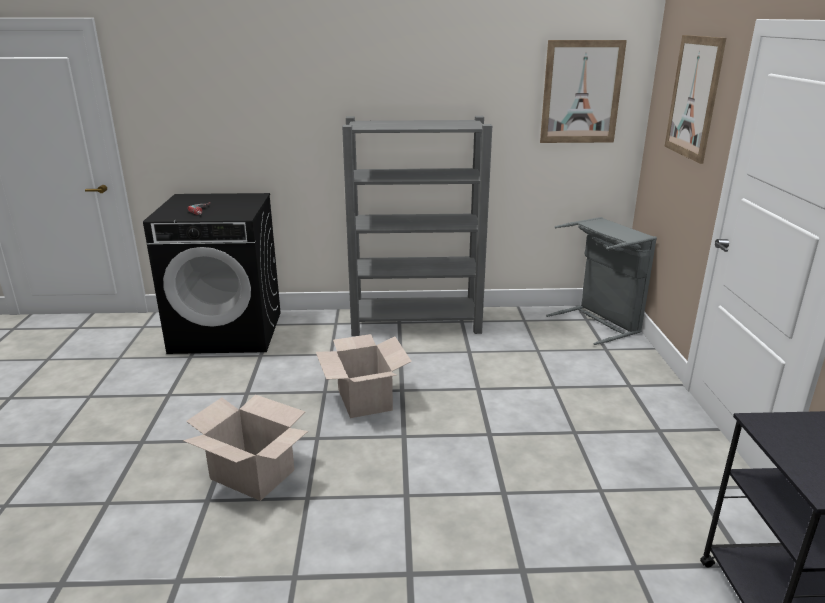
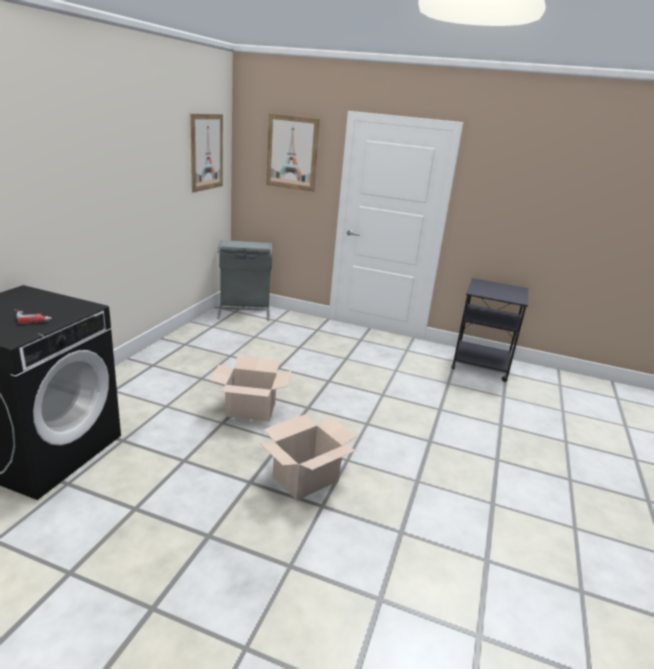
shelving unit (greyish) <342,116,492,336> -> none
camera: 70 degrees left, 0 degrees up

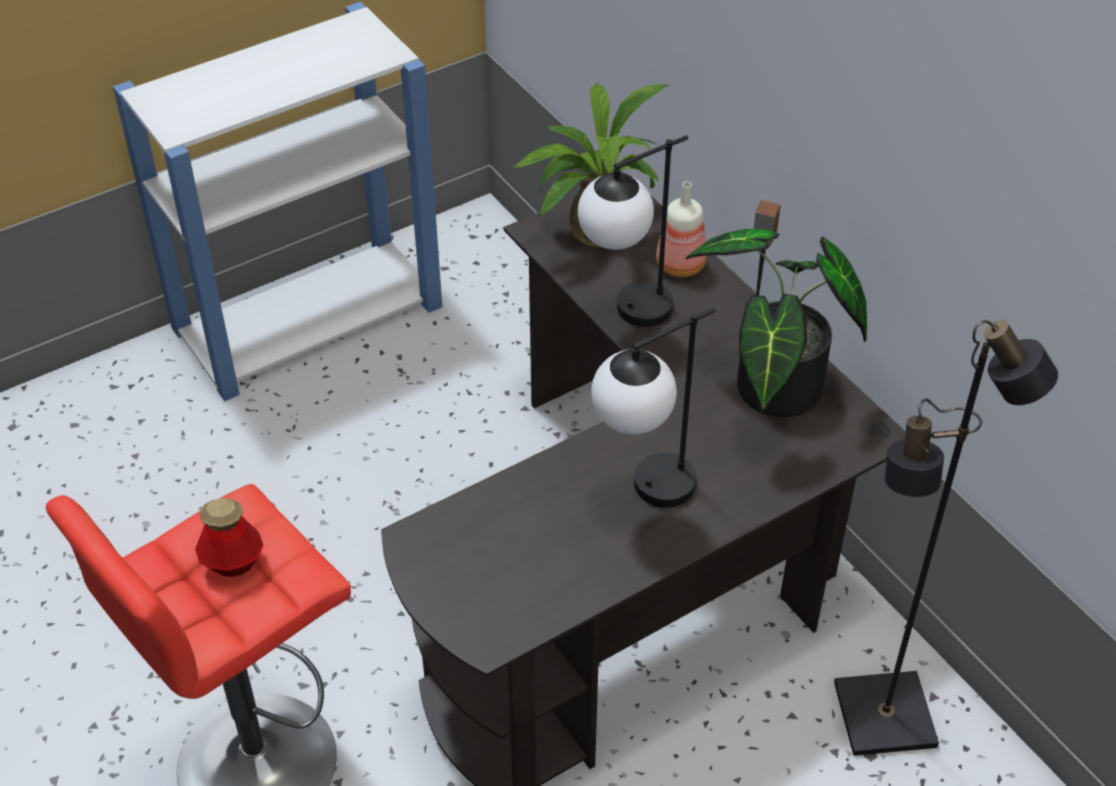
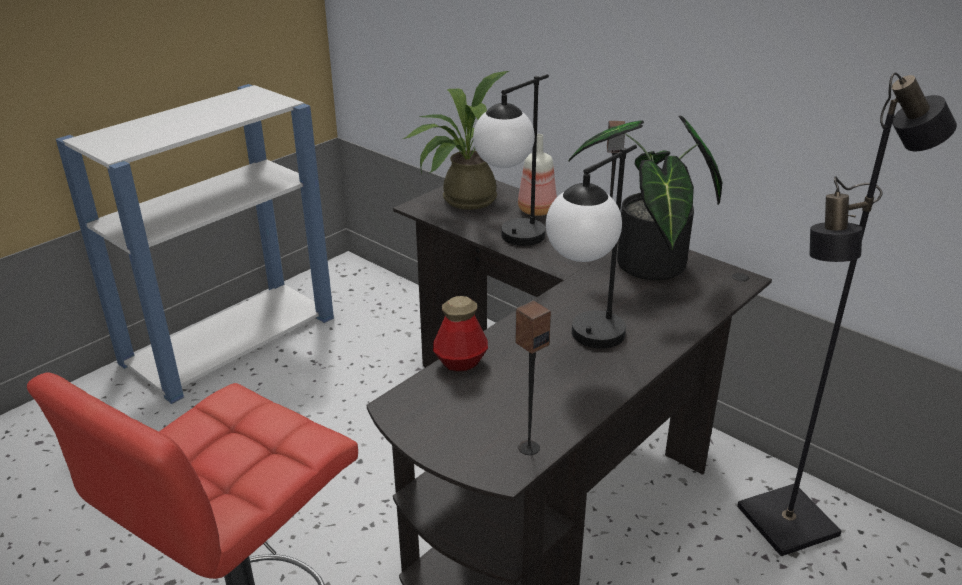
bottle <195,498,264,577> -> bottle <433,296,488,372>, move
none -> loudspeaker <515,301,551,455>
camera: 15 degrees left, 15 degrees down

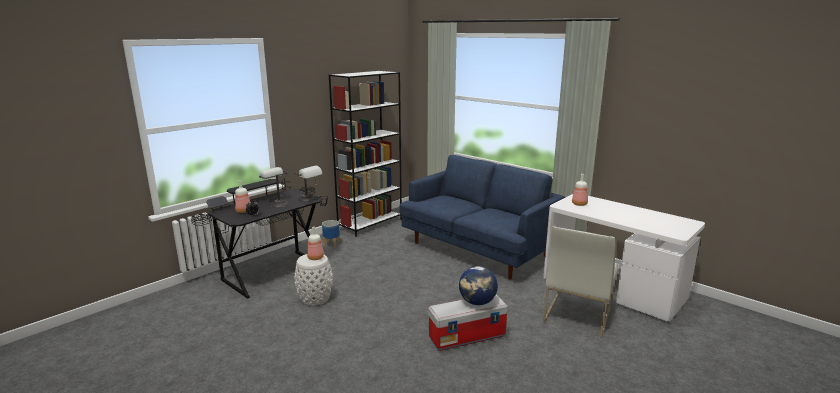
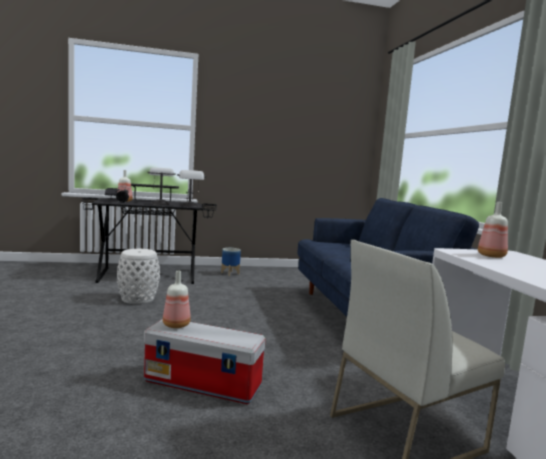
bottle <307,227,324,260> -> bottle <163,271,191,328>, move
shelving unit (whitish) <329,71,402,237> -> none
desk globe <459,266,498,305> -> none
camera: 35 degrees right, 10 degrees down

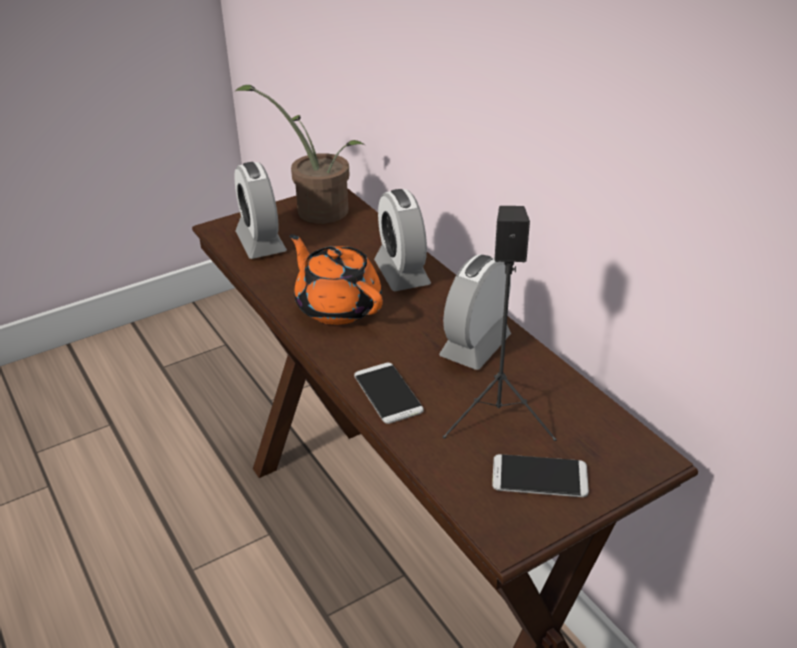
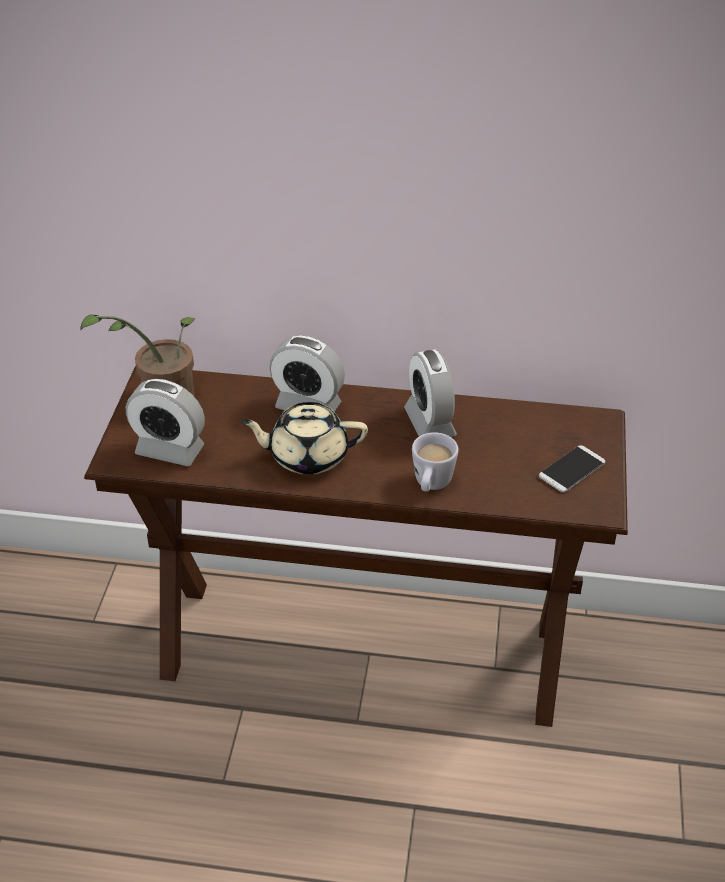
tea pot (orange) <290,234,383,325> -> tea pot (beige) <240,402,368,475>
phone <354,363,424,424> -> mug (whitish) <412,432,459,492>
loudspeaker (blackish) <443,206,557,441> -> none
camera: 50 degrees left, 5 degrees up

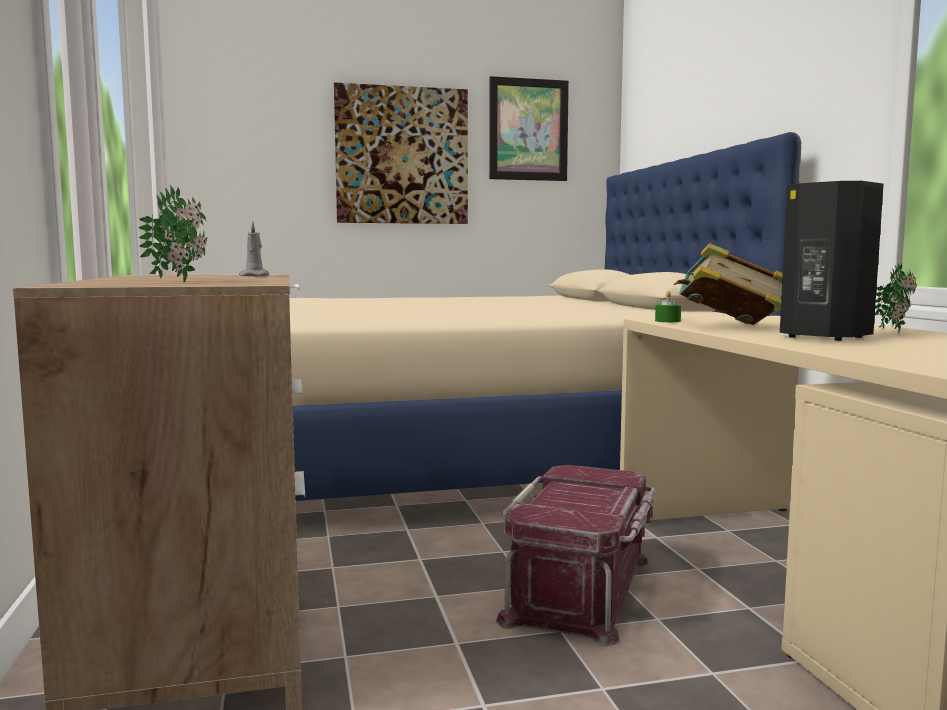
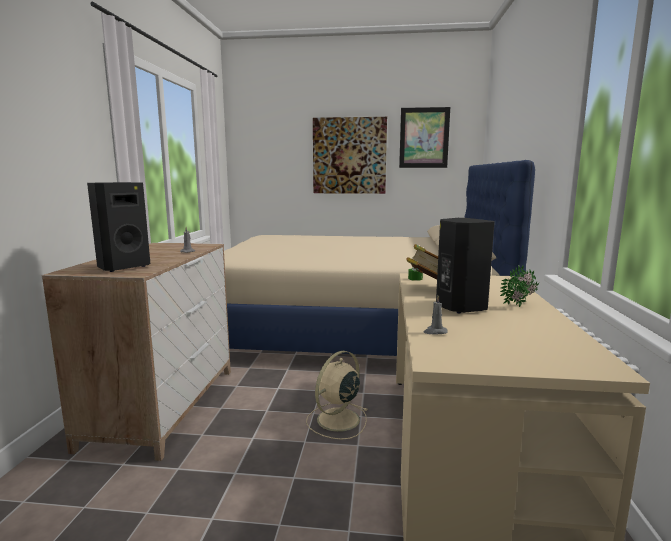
plant in a pot <138,185,207,283> -> loudspeaker (blackish) <87,182,150,272>
storage container (red) <496,465,655,646> -> cooling fan (beige) <306,351,368,440>
none -> wax candle (greyish) <424,296,448,334>
camera: 20 degrees right, 5 degrees up

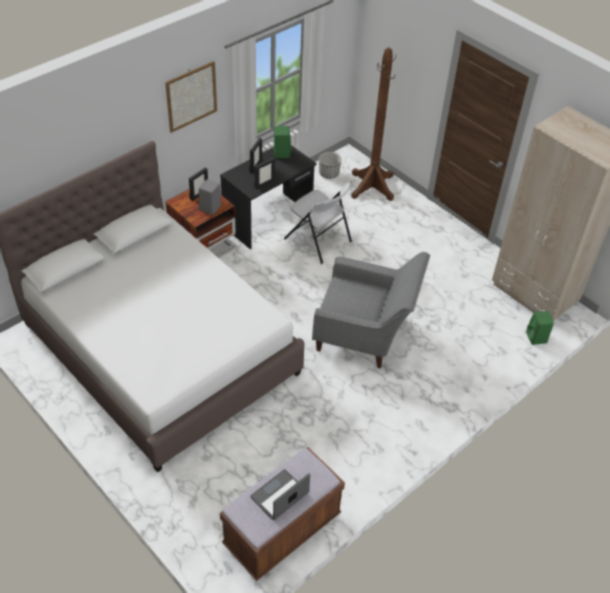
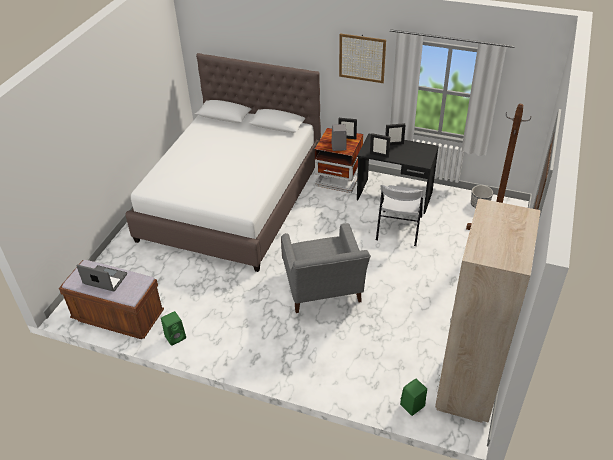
loudspeaker (green-coloured) <274,126,291,158> -> loudspeaker (green-coloured) <161,311,186,346>, move
camera: 65 degrees right, 5 degrees down

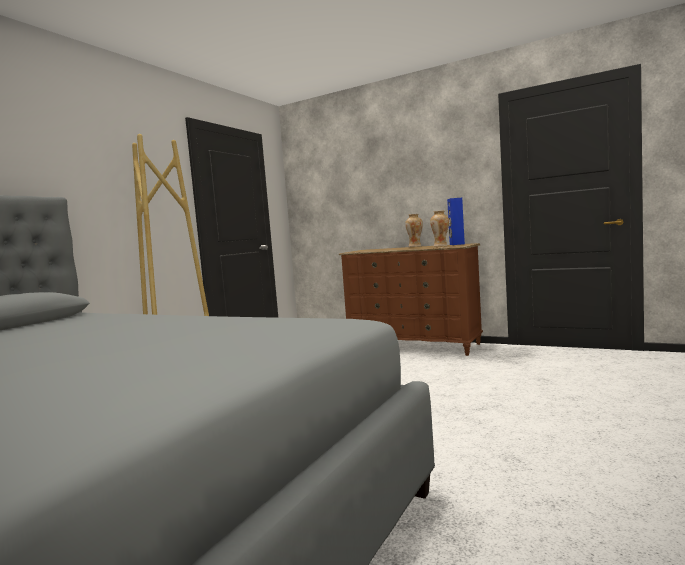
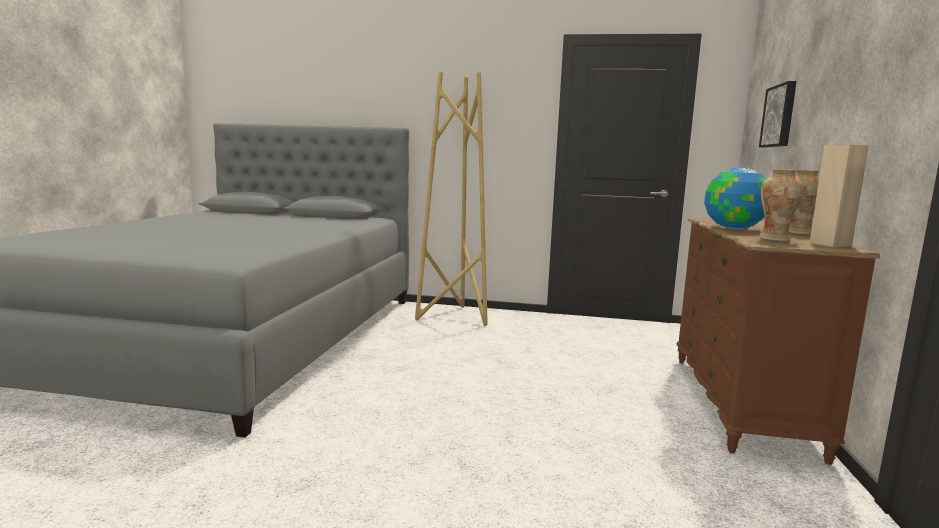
none -> desk globe <704,168,766,230>
none -> wall art <759,81,797,148>
loudspeaker (blue-coloured) <447,198,465,245> -> loudspeaker (beige) <809,145,869,247>
camera: 70 degrees right, 5 degrees up

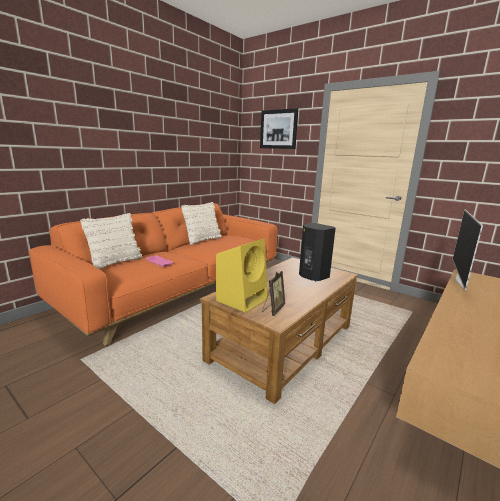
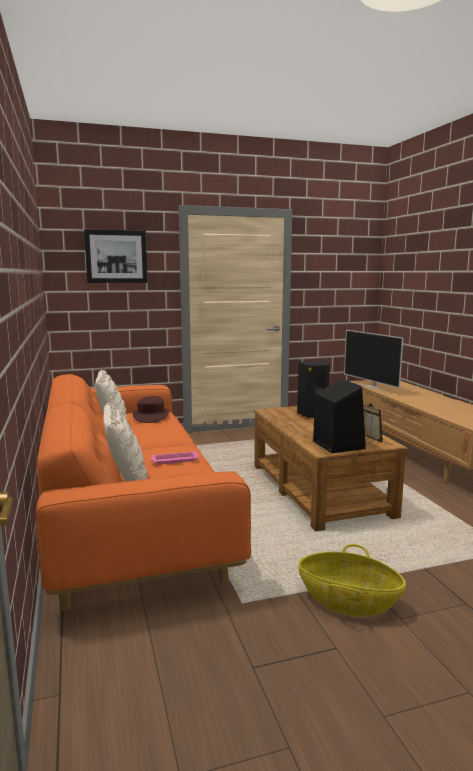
none -> clothing hat (brown) <133,396,169,423>
none -> storage basket <298,544,406,617>
loudspeaker (yellow) <216,238,268,313> -> loudspeaker (blackish) <313,379,366,453>
camera: 55 degrees left, 5 degrees down

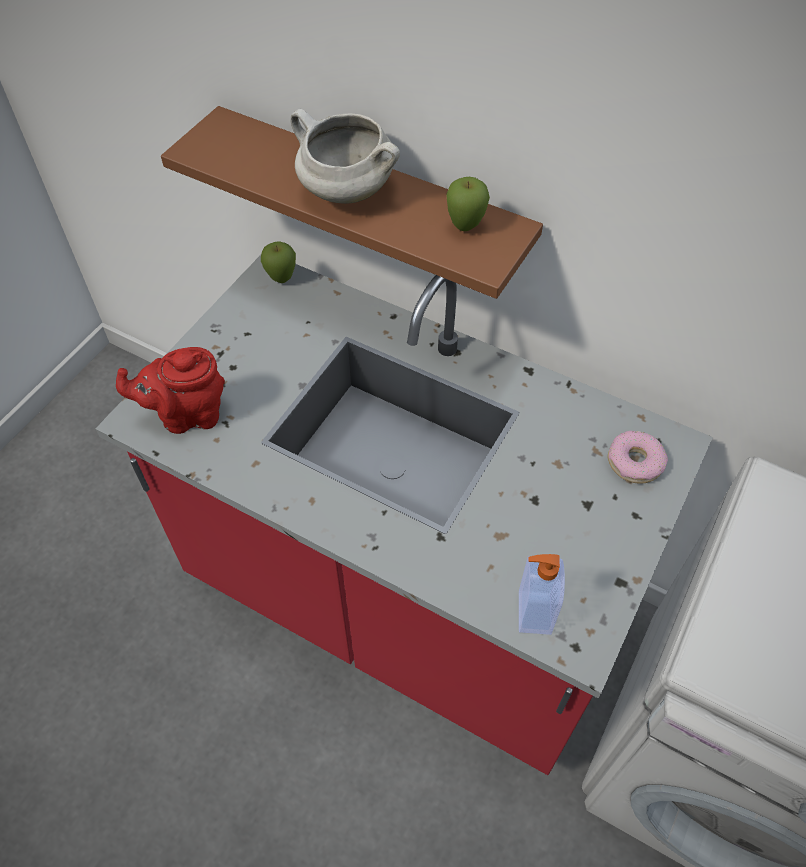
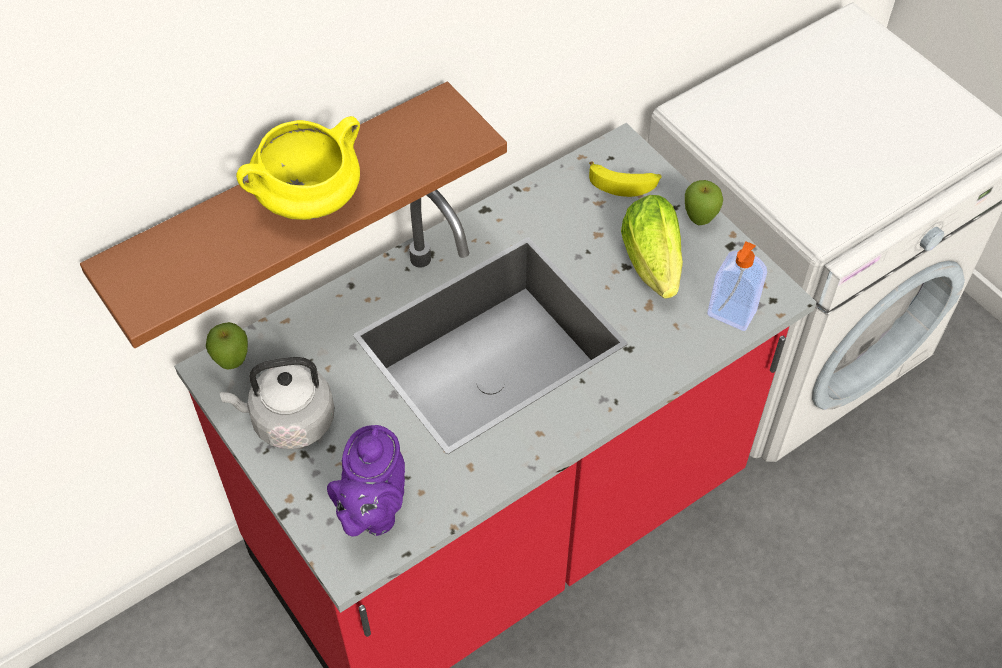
none -> tea kettle (greyish) <219,357,334,449>
stockpot (whitish) <290,109,400,204> -> stockpot (yellow) <236,116,360,220>
tea pot (red) <116,347,225,434> -> tea pot (purple) <327,425,405,536>
donut <607,431,668,484> -> banana <589,161,662,197>
none -> lettuce <621,195,683,299>
apple fruit <446,177,490,231> -> apple fruit <685,180,723,225>, move
camera: 65 degrees left, 0 degrees up

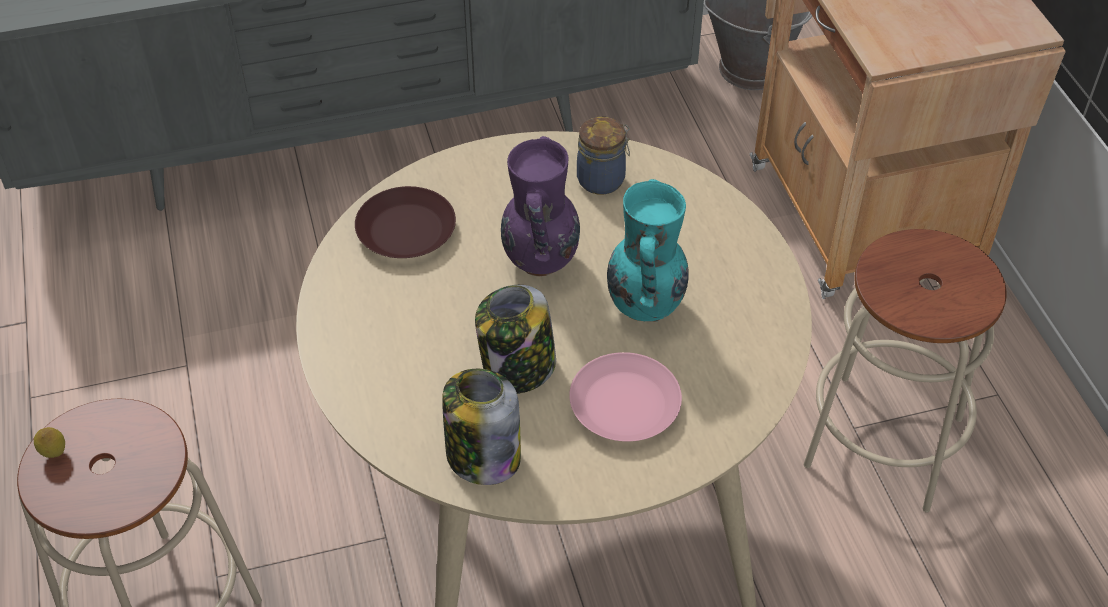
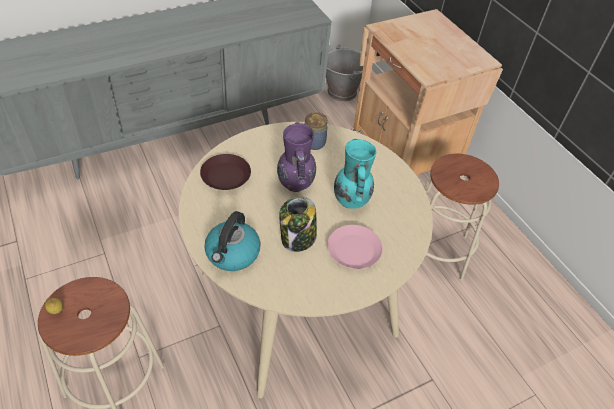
none -> tea kettle <204,211,260,271>
jar <442,369,521,485> -> none
camera: 15 degrees left, 0 degrees up

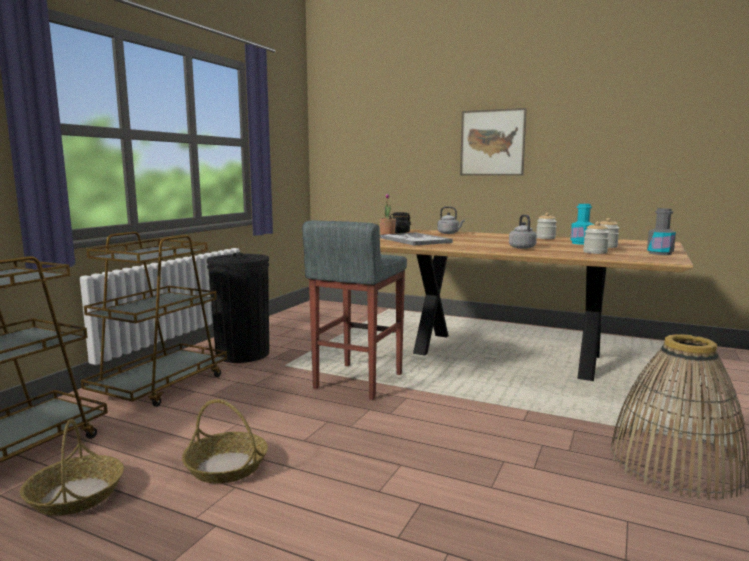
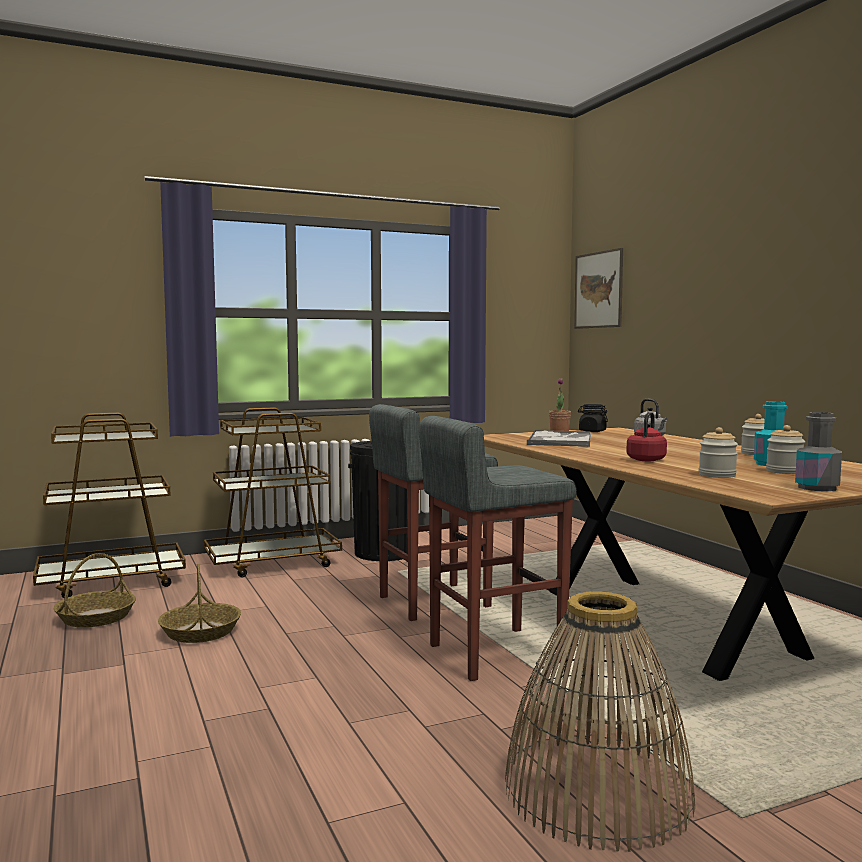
none -> sitting stool (greyish) <419,416,577,681>
wall art <460,108,527,176> -> wall art <574,248,623,329>, move
tea kettle (greyish) <509,214,537,249> -> tea kettle (red) <626,412,667,461>
camera: 40 degrees right, 5 degrees down

